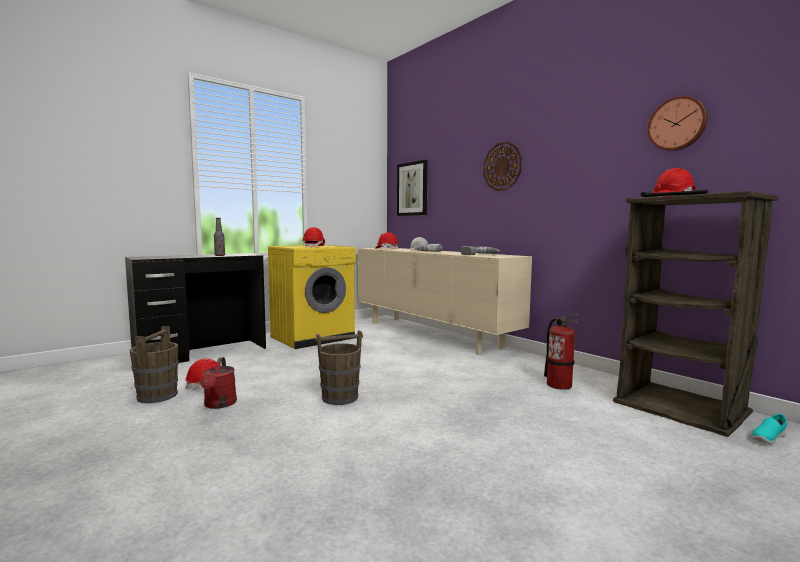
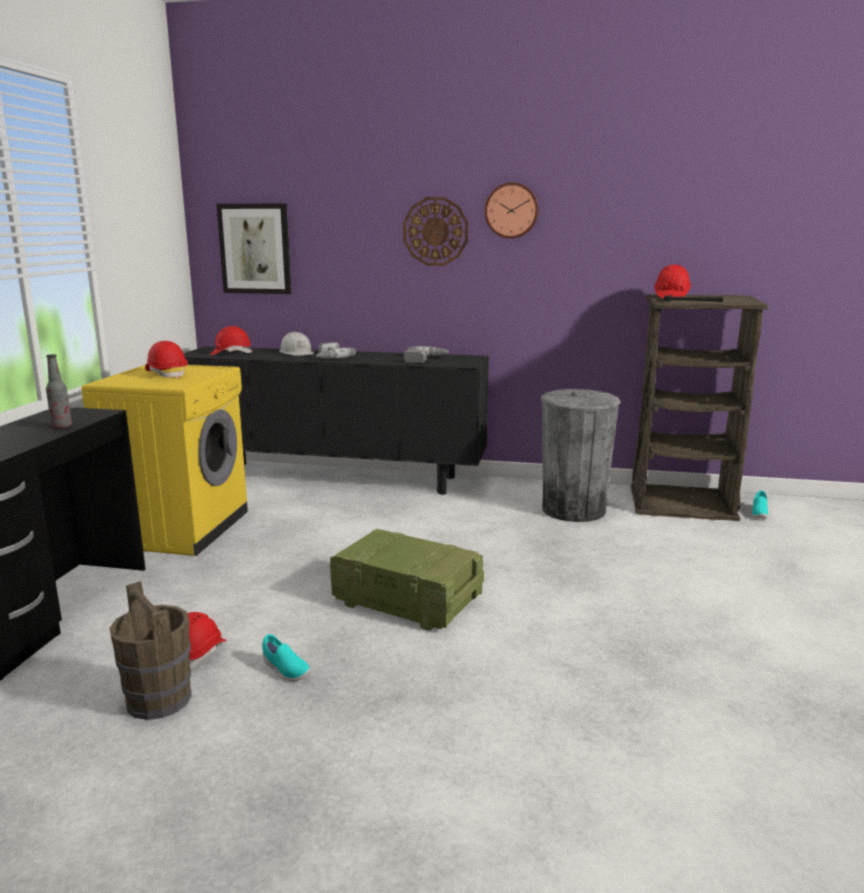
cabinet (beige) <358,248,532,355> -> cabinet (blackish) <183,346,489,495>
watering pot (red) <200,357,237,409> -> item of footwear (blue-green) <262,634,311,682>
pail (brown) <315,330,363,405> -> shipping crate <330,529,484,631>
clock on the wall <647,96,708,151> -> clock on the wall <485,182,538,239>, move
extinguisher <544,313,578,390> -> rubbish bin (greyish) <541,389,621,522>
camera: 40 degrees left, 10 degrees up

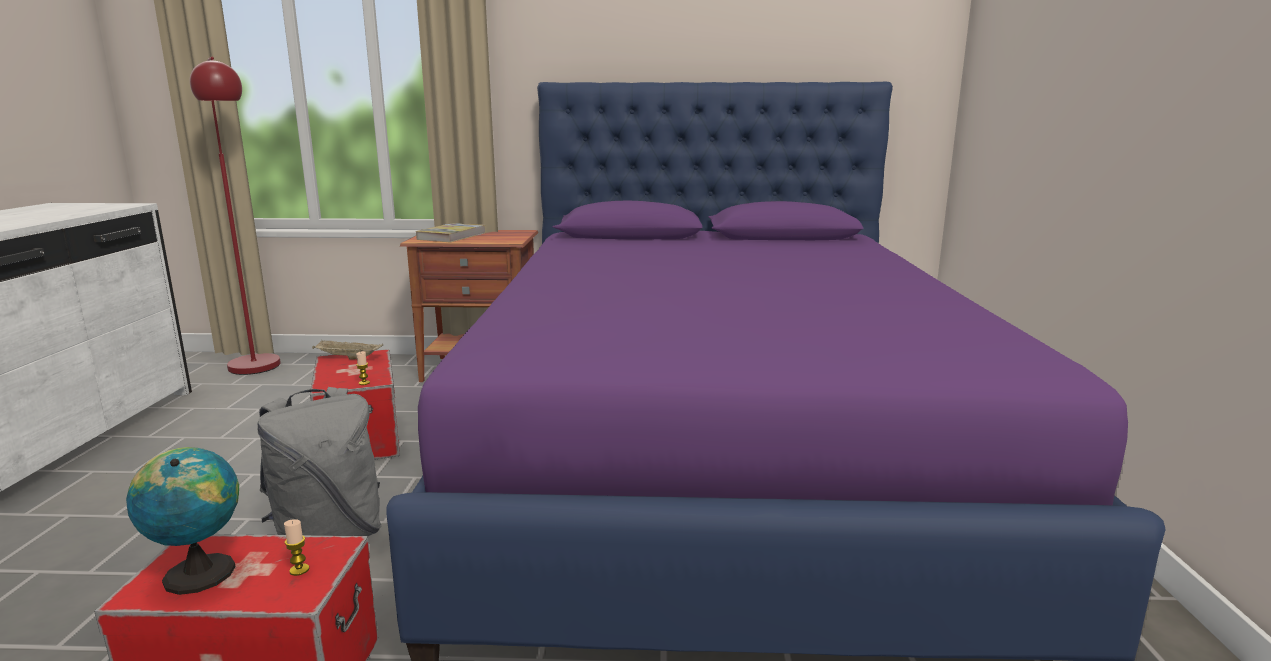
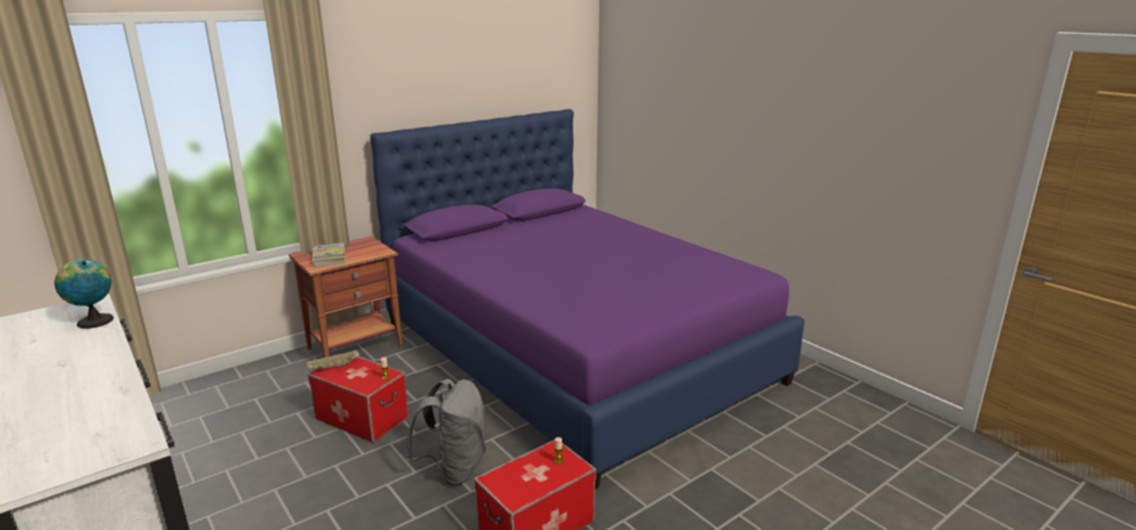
desk globe <126,447,239,595> -> desk globe <54,259,114,329>, move
floor lamp (red) <190,57,281,375> -> none
camera: 40 degrees left, 5 degrees up

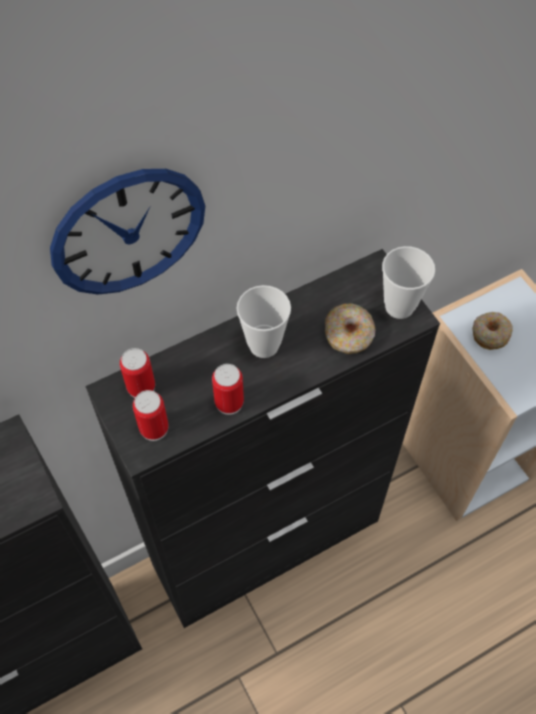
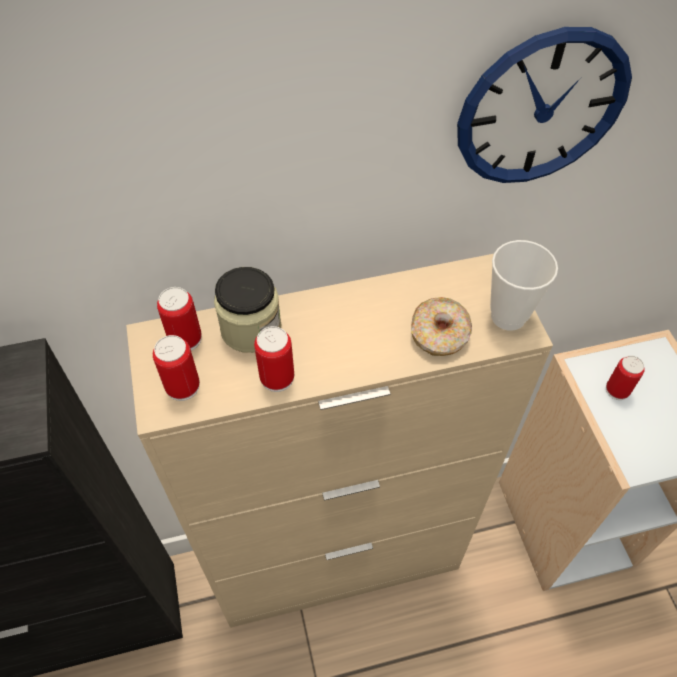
cabinet (blackish) <85,249,440,628> -> cabinet (beige) <126,254,553,628>
none -> jar <214,267,281,353>
clock on the wall <50,169,205,295> -> clock on the wall <457,27,632,183>, move
donut <472,312,513,350> -> sealed can <606,355,645,400>
drinking cup <237,285,291,358> -> none
camera: 15 degrees right, 5 degrees down

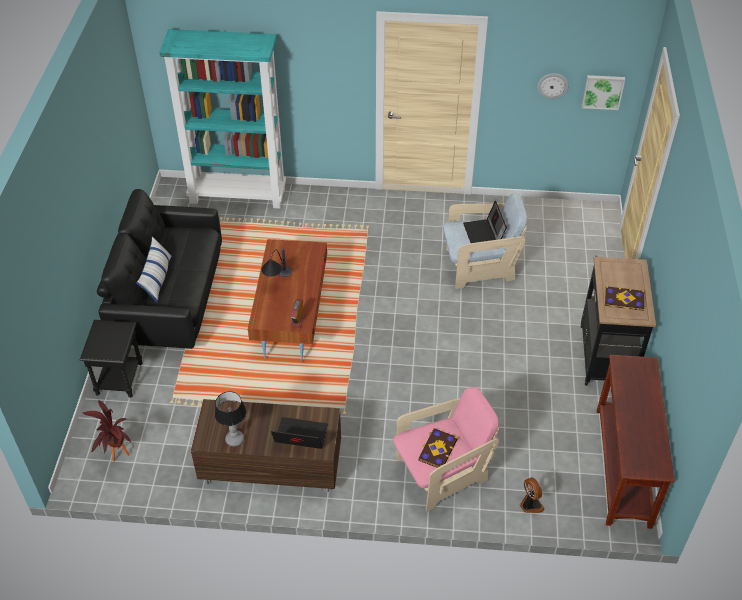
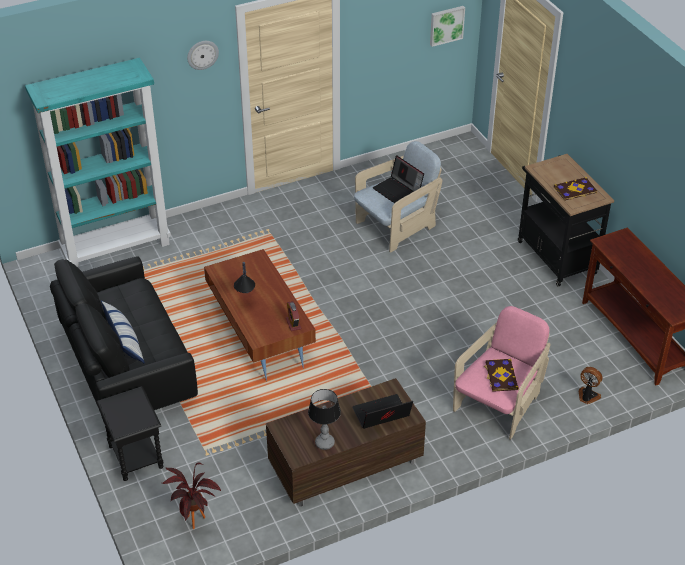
clock on the wall <537,73,569,99> -> clock on the wall <187,41,219,70>, move
camera: 30 degrees left, 5 degrees down

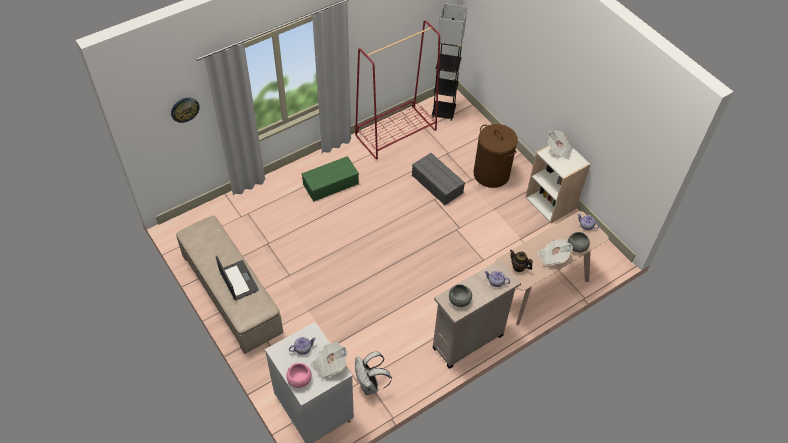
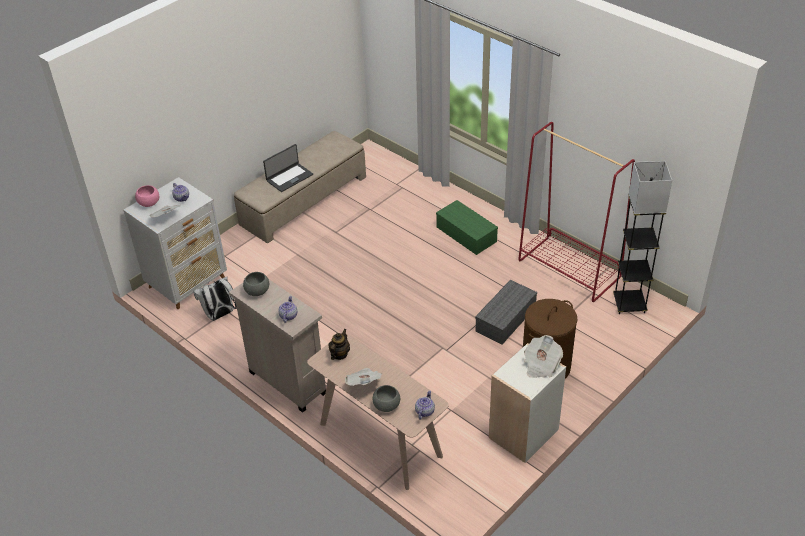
clock on the wall <171,97,200,123> -> none
camera: 80 degrees right, 10 degrees down

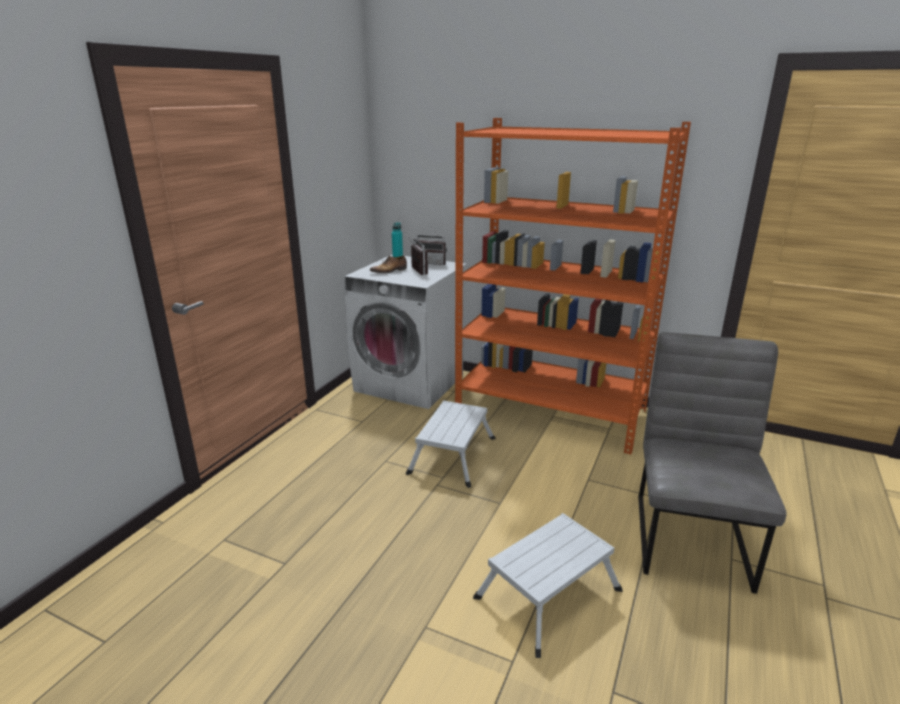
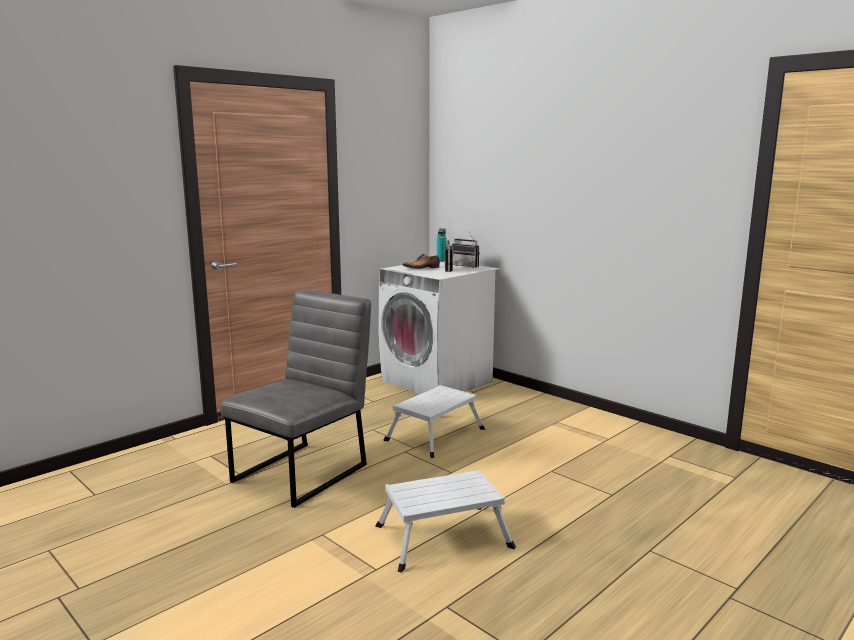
plain chair (greyish) <638,332,787,594> -> plain chair (greyish) <220,289,371,508>, move
shelving unit (orange) <455,118,691,454> -> none
camera: 20 degrees right, 10 degrees down

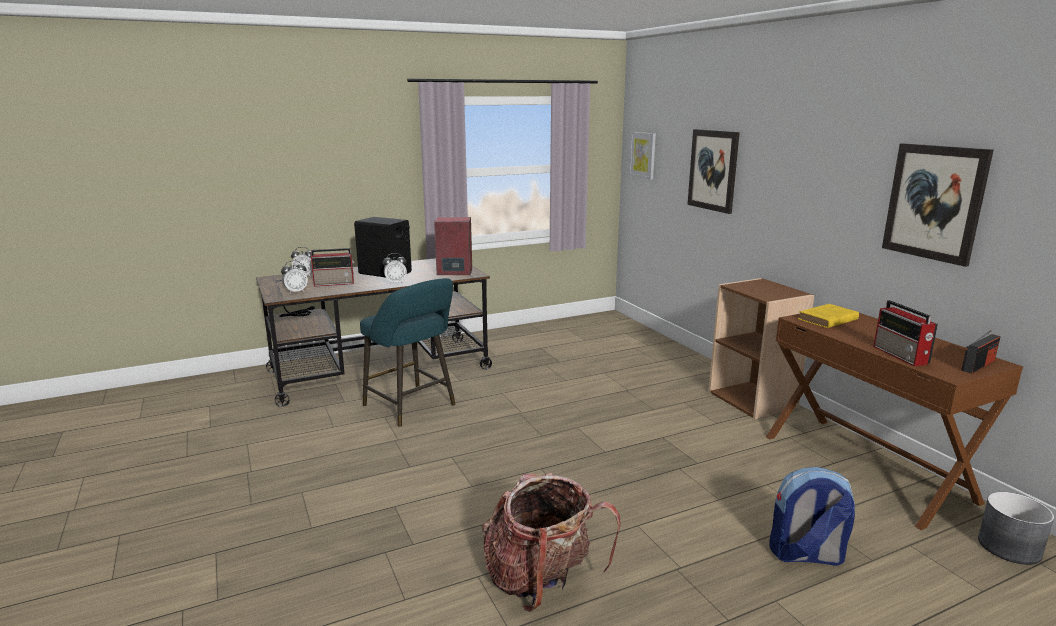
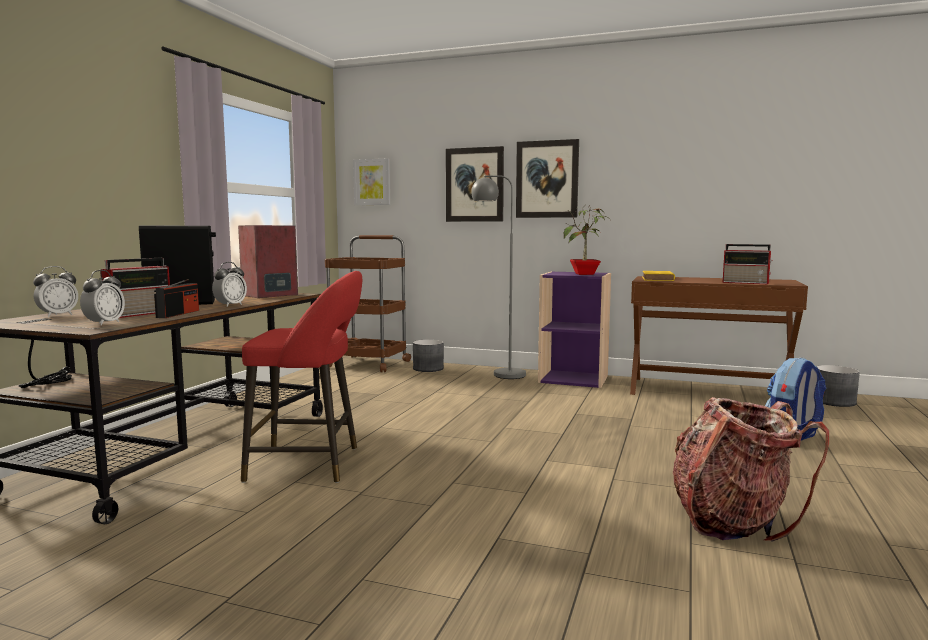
radio set <961,330,1000,374> -> radio set <154,279,199,318>, move
sitting stool (blue-green) <360,278,456,427> -> sitting stool (red) <241,271,362,483>
none -> wheeled cart (brown) <325,235,411,372>
none -> planter (greyish) <413,340,444,372>
none -> floor lamp (greyish) <471,175,526,379>
wall art <882,143,993,267> -> wall art <516,139,579,218>, move
shelving unit (brown) <708,278,814,419> -> shelving unit (purple) <538,272,611,388>
none -> plant in a pot <564,207,608,275>
camera: 45 degrees left, 10 degrees down

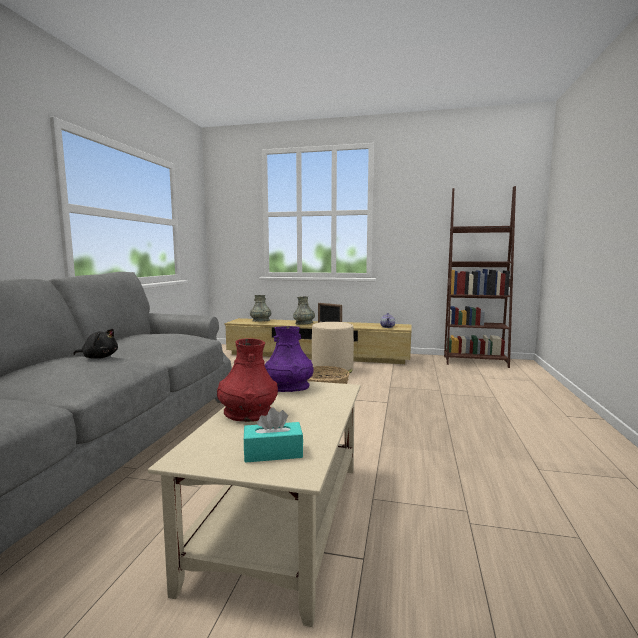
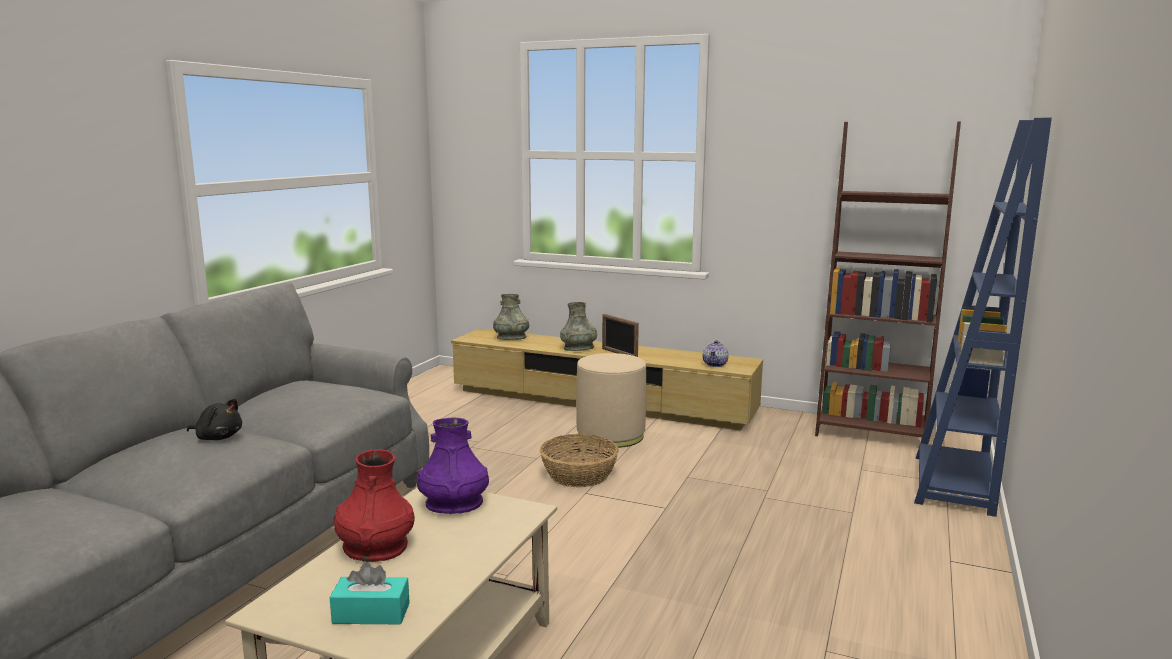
none -> shelving unit (blue-coloured) <914,118,1052,517>
camera: 10 degrees right, 5 degrees up

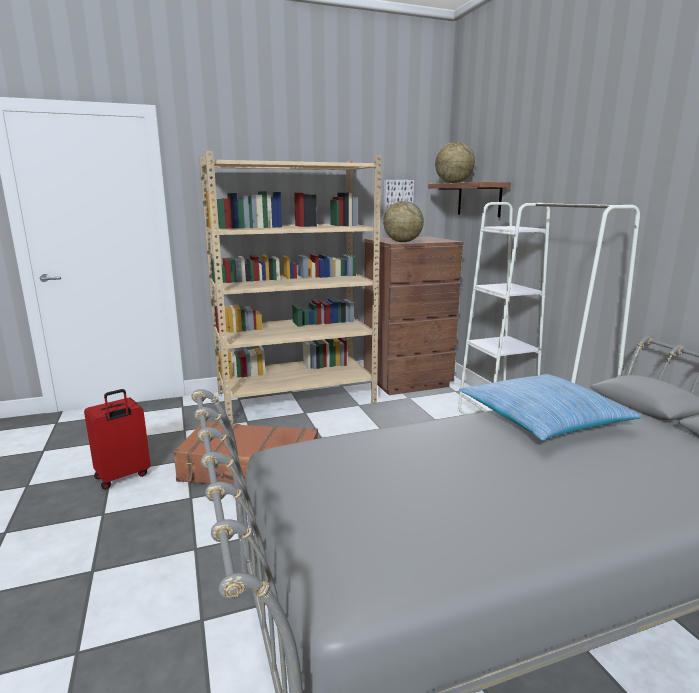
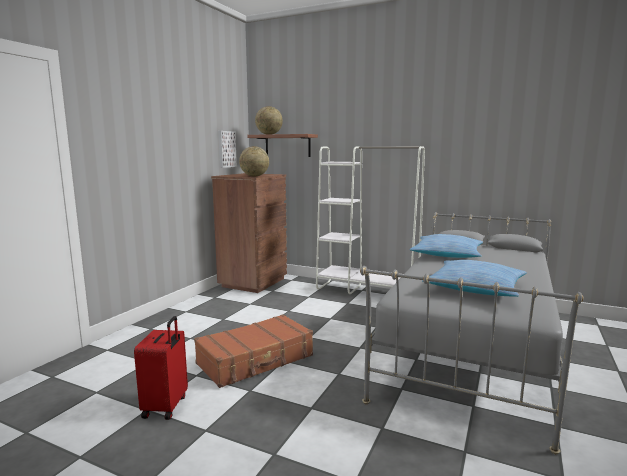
none -> pillow <422,260,527,297>
shelving unit (beige) <199,151,381,424> -> none
camera: 45 degrees left, 5 degrees down

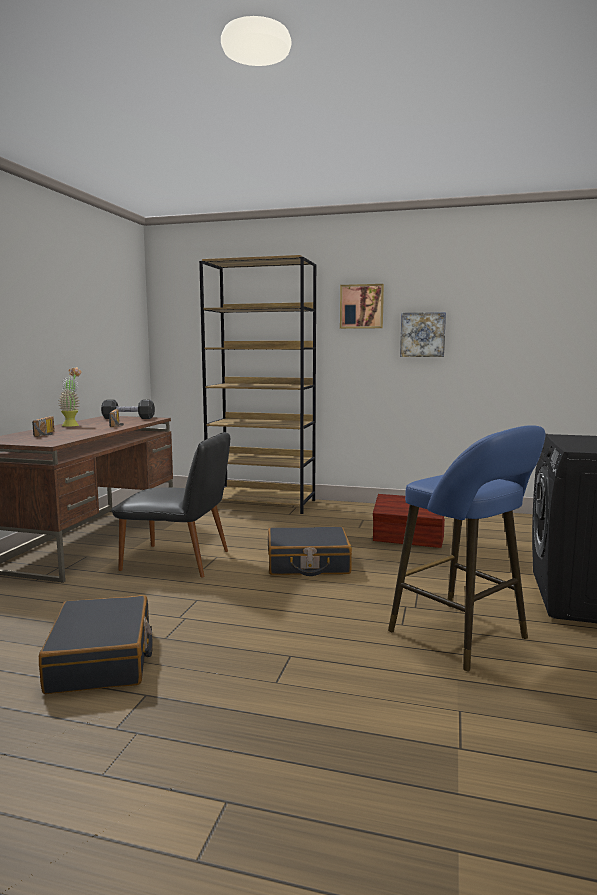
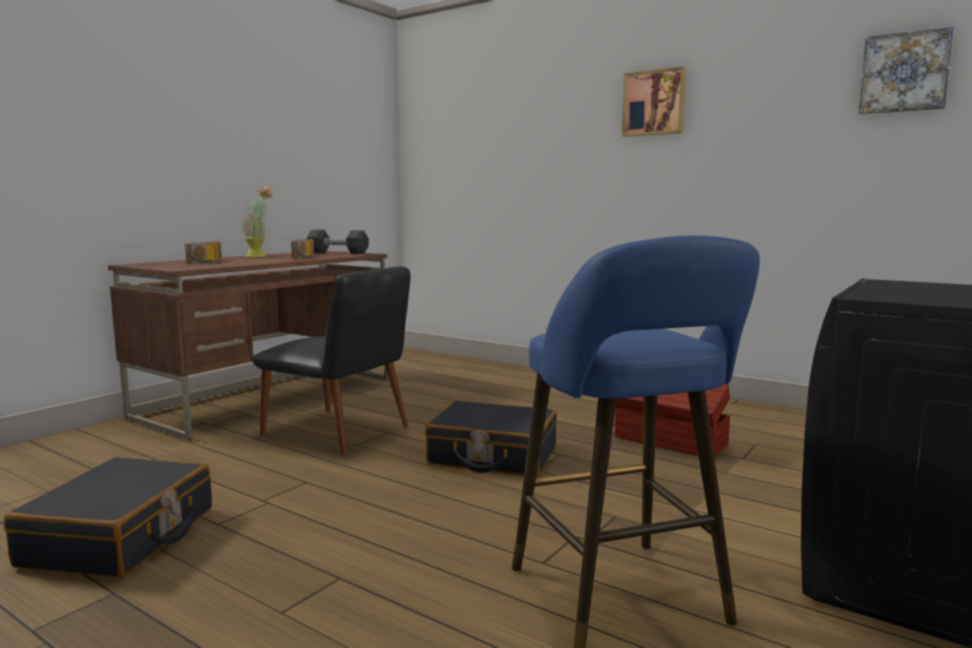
wall art <400,312,446,357> -> wall art <859,26,954,114>, move
shelving unit (brown) <199,255,316,514> -> none
camera: 20 degrees right, 0 degrees up

